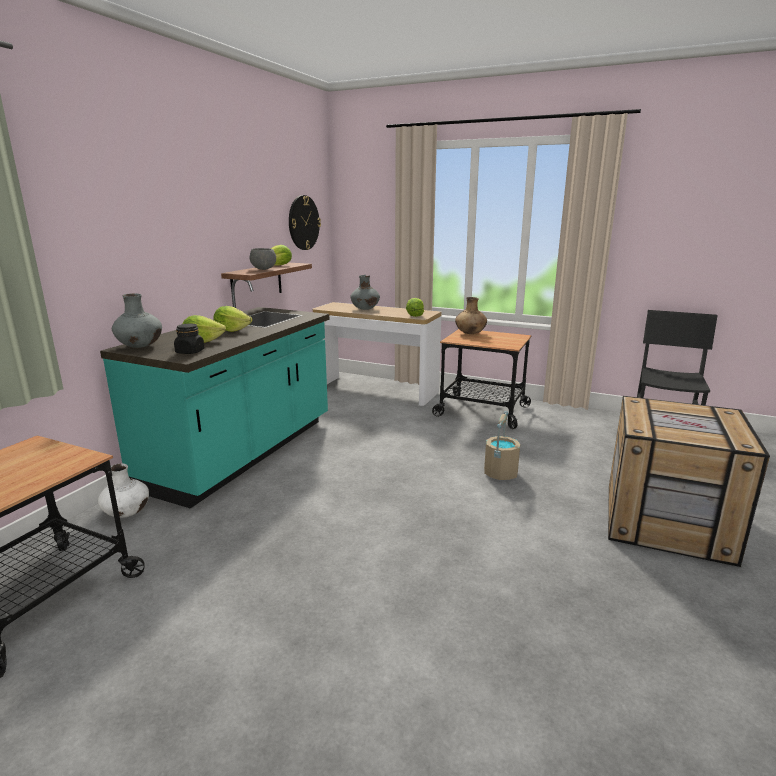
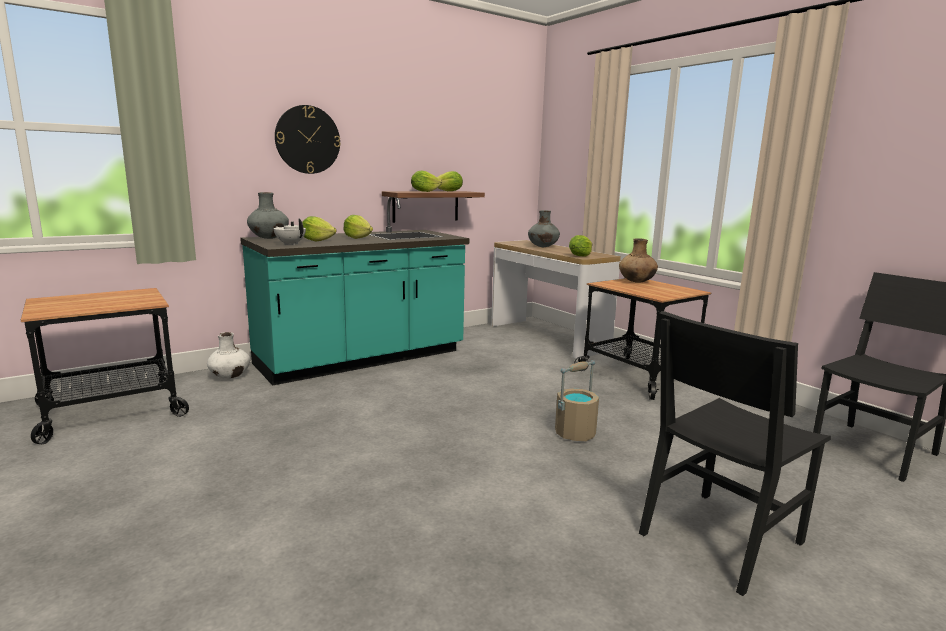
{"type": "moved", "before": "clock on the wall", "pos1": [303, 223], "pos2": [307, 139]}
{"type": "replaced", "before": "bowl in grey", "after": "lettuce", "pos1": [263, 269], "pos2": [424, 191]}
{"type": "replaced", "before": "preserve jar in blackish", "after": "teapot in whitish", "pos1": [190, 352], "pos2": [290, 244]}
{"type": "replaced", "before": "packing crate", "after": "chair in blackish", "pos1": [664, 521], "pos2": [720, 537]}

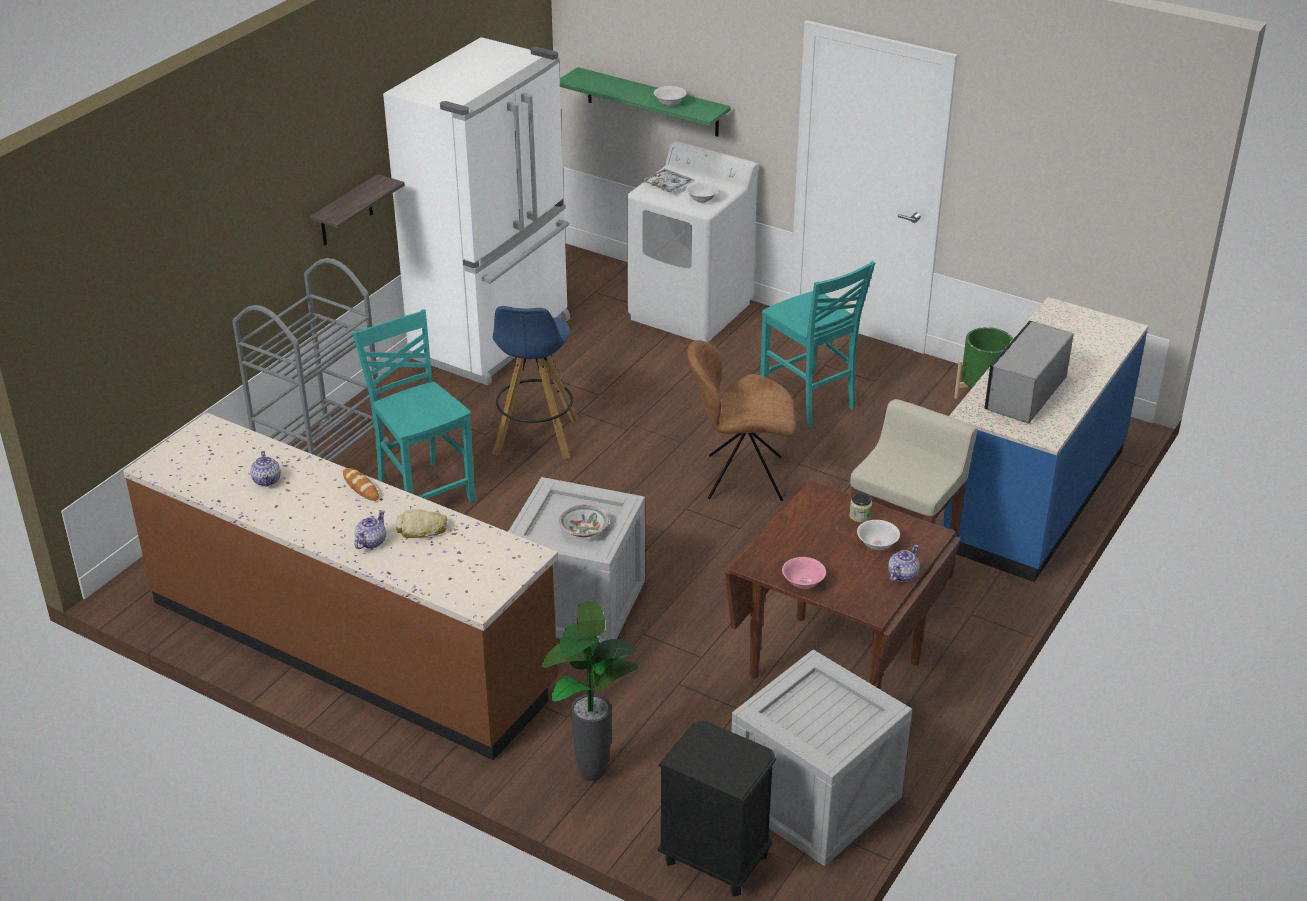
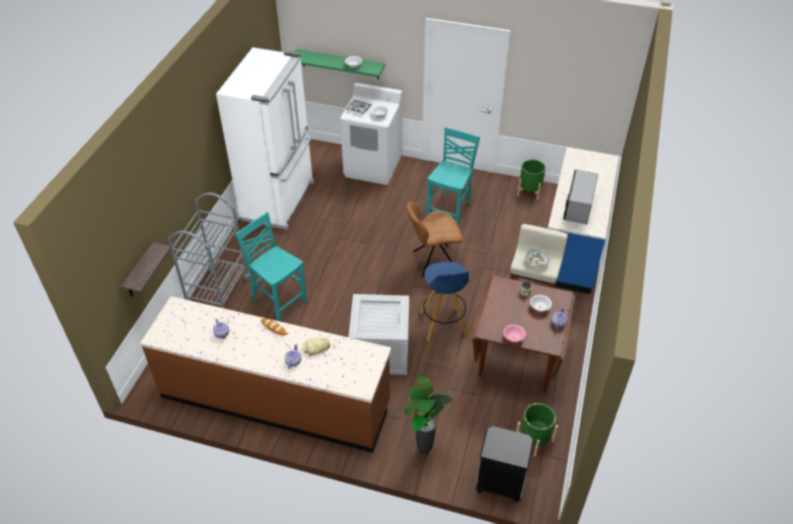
{"type": "moved", "before": "shelf", "pos1": [346, 212], "pos2": [139, 271]}
{"type": "turned", "before": "chair in turquoise-coloured", "pos1": [809, 401], "pos2": [450, 210], "turn": -105}
{"type": "moved", "before": "sitting stool in blue-coloured", "pos1": [535, 438], "pos2": [443, 324]}
{"type": "moved", "before": "bowl", "pos1": [584, 531], "pos2": [536, 262]}
{"type": "replaced", "before": "packing crate", "after": "planter in green-coloured", "pos1": [815, 801], "pos2": [534, 439]}

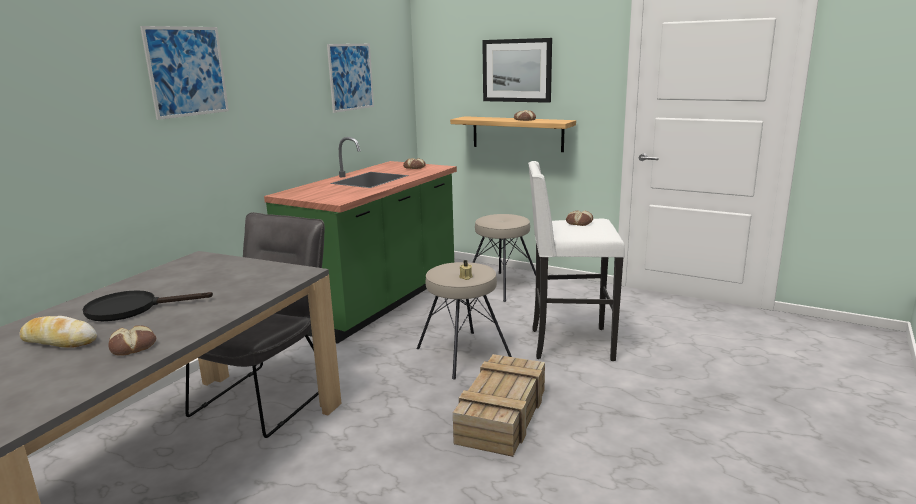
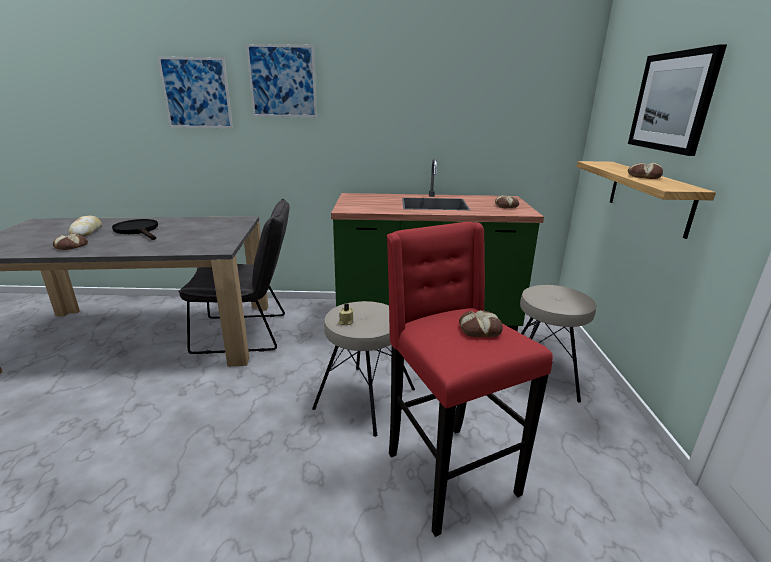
{"type": "moved", "before": "picture", "pos1": [351, 77], "pos2": [196, 93]}
{"type": "recoloured", "before": "sitting stool in whitish", "after": "sitting stool in red", "pos1": [569, 344], "pos2": [447, 473]}
{"type": "removed", "before": "packing crate", "pos1": [502, 416]}

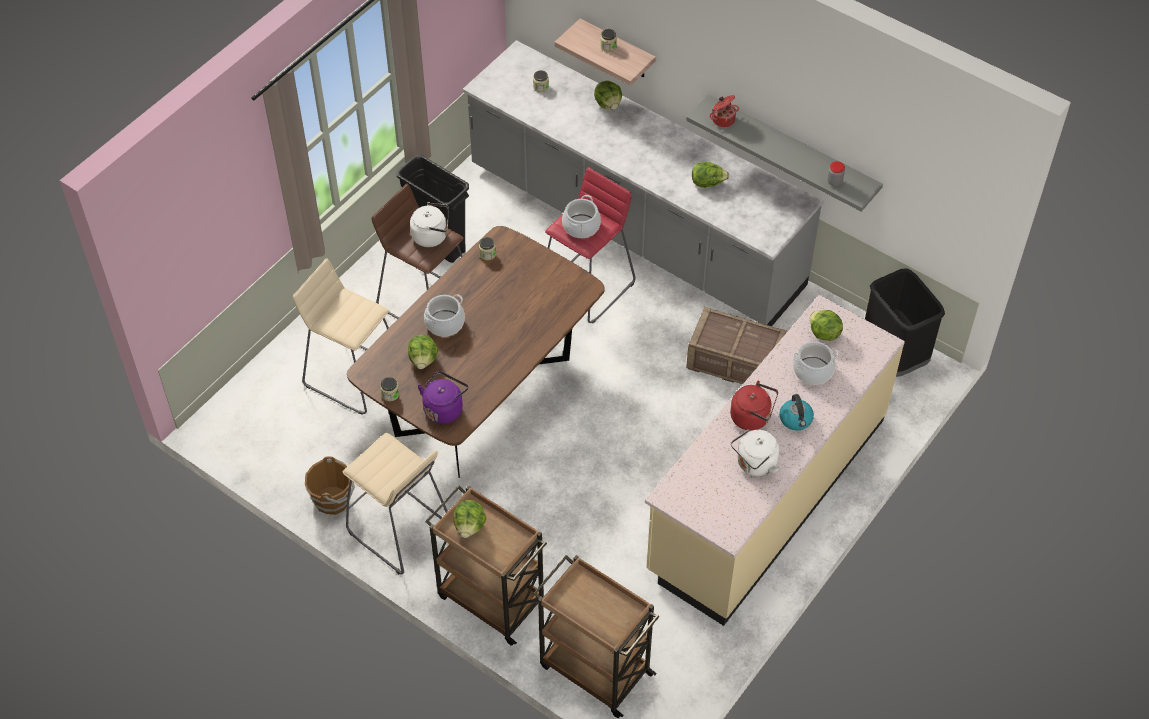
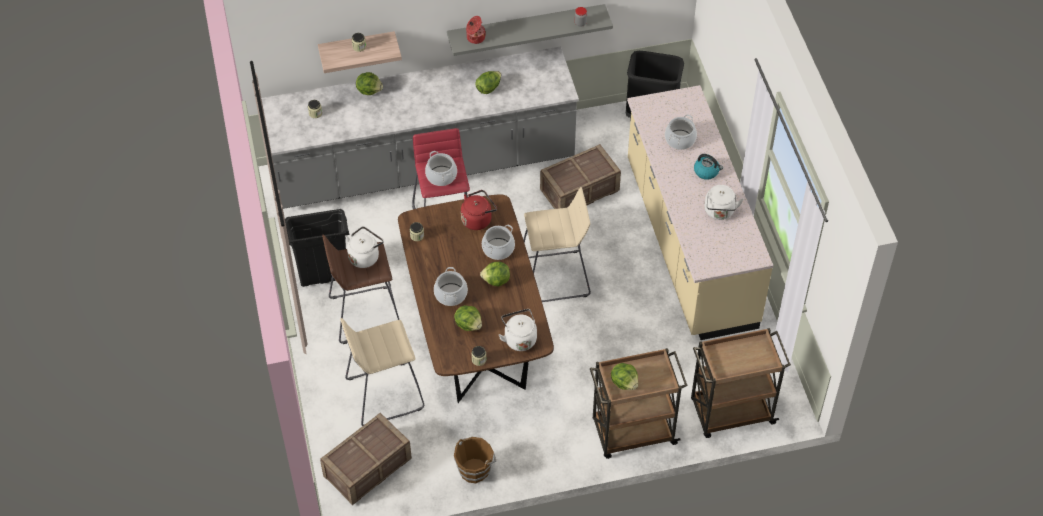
{"type": "moved", "before": "lettuce", "pos1": [823, 334], "pos2": [496, 281]}
{"type": "recoloured", "before": "tea kettle in purple", "after": "tea kettle in whitish", "pos1": [444, 408], "pos2": [519, 338]}
{"type": "moved", "before": "tea kettle in red", "pos1": [752, 417], "pos2": [478, 219]}
{"type": "moved", "before": "sitting stool in beige-coloured", "pos1": [400, 530], "pos2": [555, 277]}
{"type": "added", "after": "stockpot", "pos2": [498, 249]}
{"type": "added", "after": "packing crate", "pos2": [367, 469]}

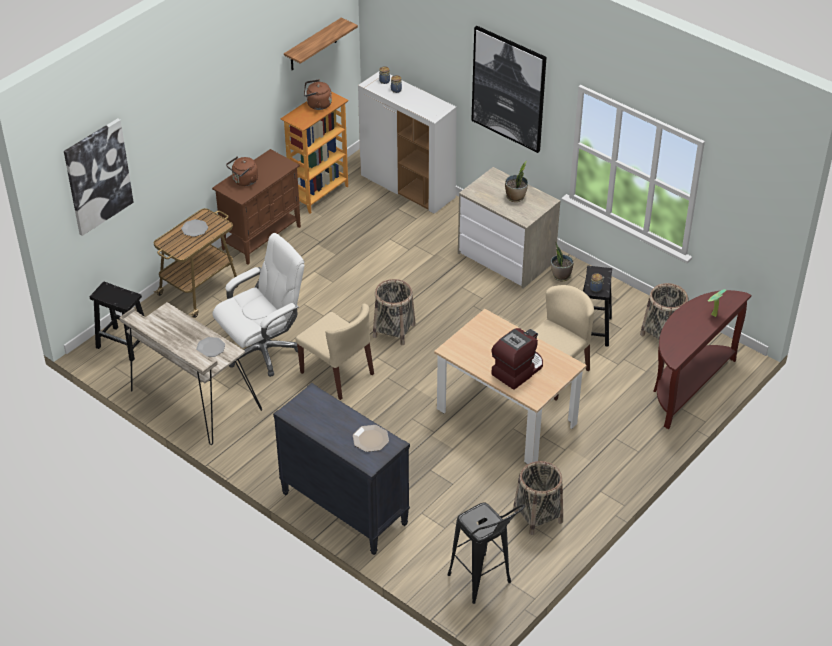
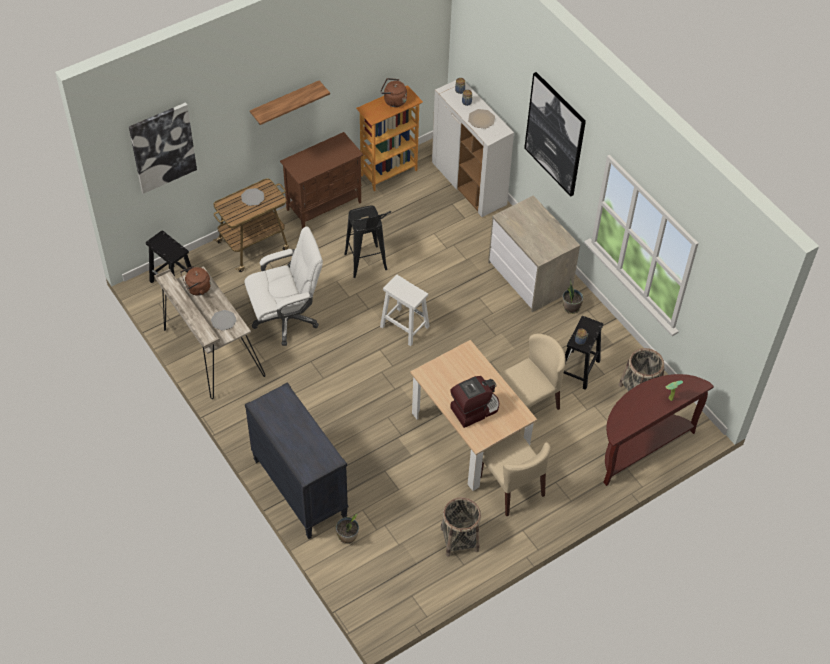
{"type": "moved", "before": "shelf", "pos1": [313, 45], "pos2": [285, 103]}
{"type": "moved", "before": "tea kettle in brown", "pos1": [244, 181], "pos2": [197, 288]}
{"type": "moved", "before": "houseplant", "pos1": [515, 197], "pos2": [347, 536]}
{"type": "replaced", "before": "household basket", "after": "sitting stool in whitish", "pos1": [394, 330], "pos2": [404, 326]}
{"type": "moved", "before": "chair in beige-coloured", "pos1": [337, 373], "pos2": [511, 486]}
{"type": "moved", "before": "plate", "pos1": [370, 439], "pos2": [481, 119]}
{"type": "moved", "before": "sitting stool in blackish", "pos1": [485, 585], "pos2": [367, 267]}

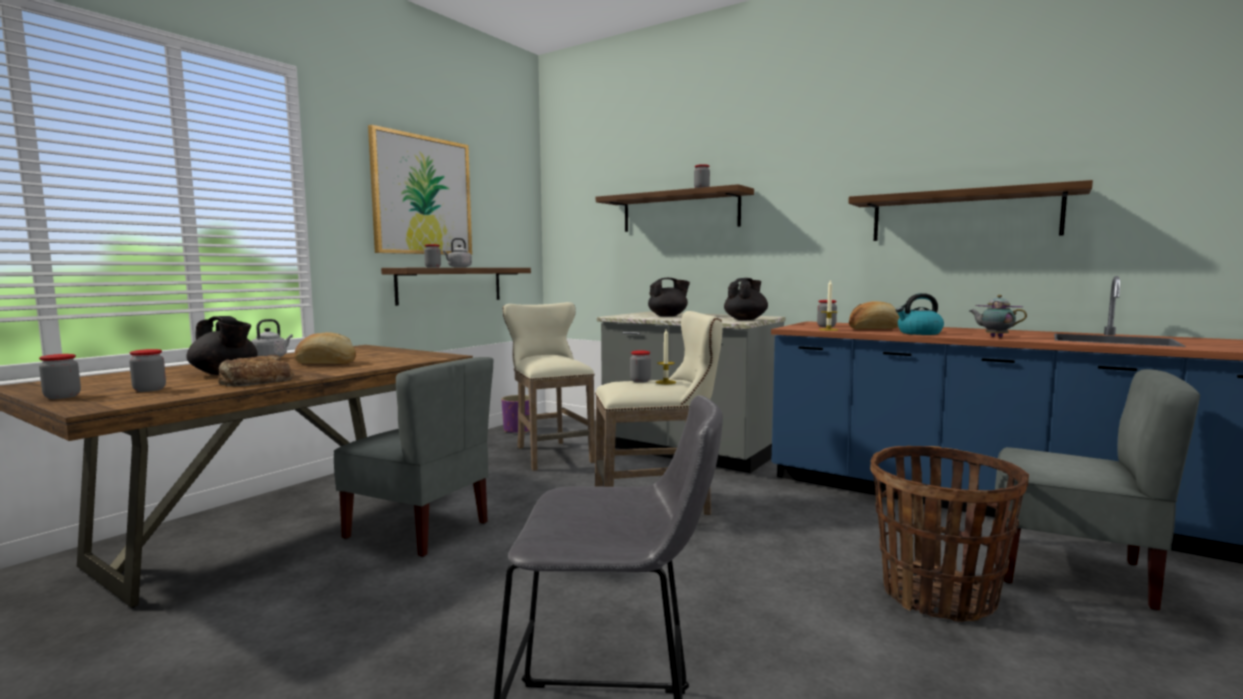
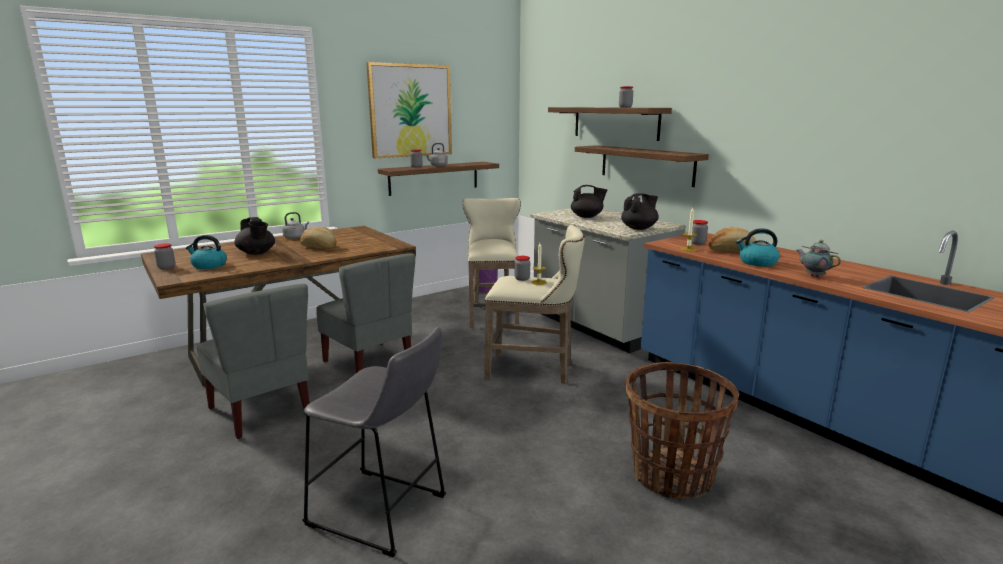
{"type": "moved", "before": "shelf", "pos1": [963, 216], "pos2": [646, 165]}
{"type": "replaced", "before": "preserve jar", "after": "tea kettle", "pos1": [149, 390], "pos2": [208, 265]}
{"type": "removed", "before": "baked bread", "pos1": [254, 381]}
{"type": "moved", "before": "chair in grey", "pos1": [1072, 572], "pos2": [262, 411]}

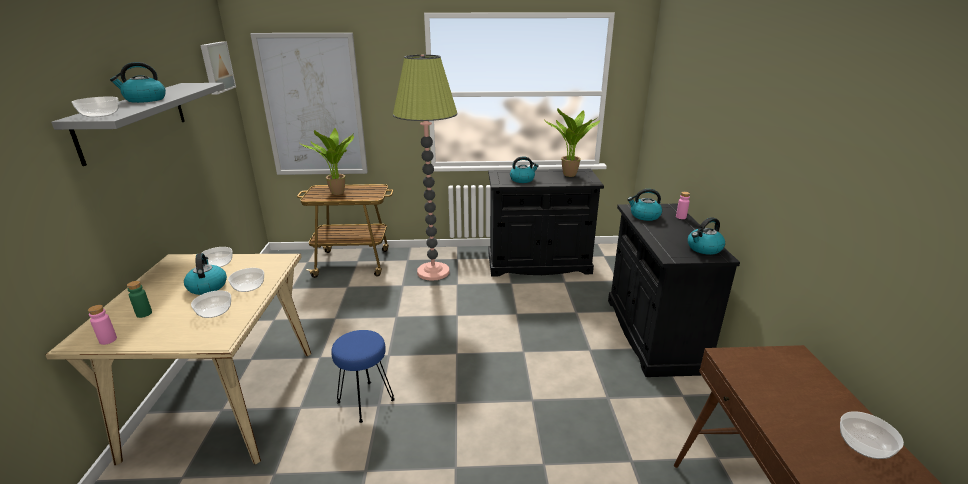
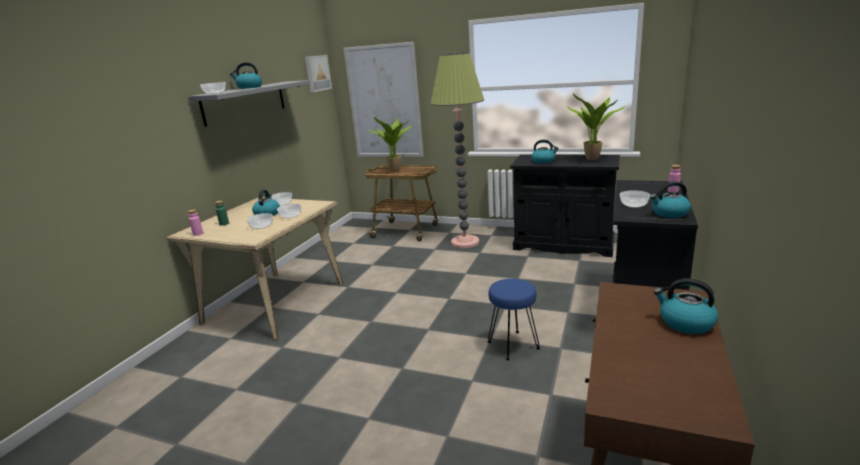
{"type": "moved", "before": "tea kettle", "pos1": [644, 216], "pos2": [685, 323]}
{"type": "moved", "before": "sitting stool in blue-coloured", "pos1": [366, 401], "pos2": [513, 346]}
{"type": "moved", "before": "bowl", "pos1": [864, 444], "pos2": [634, 205]}

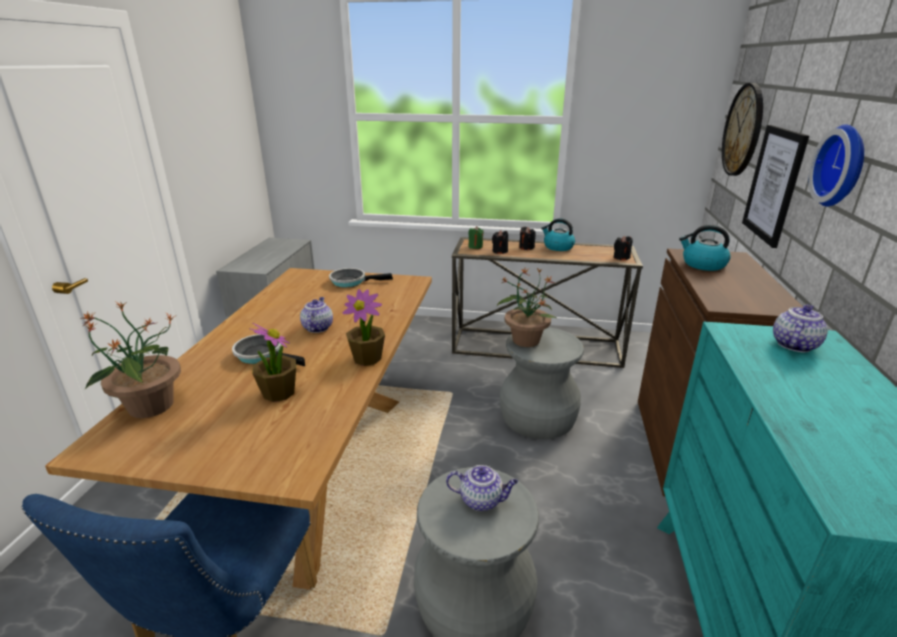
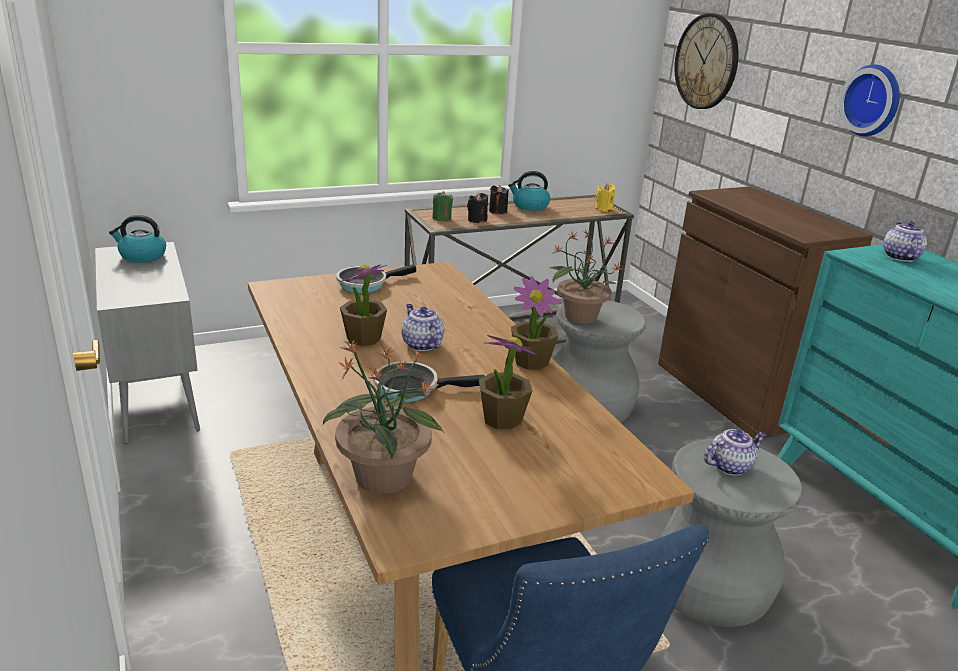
{"type": "removed", "before": "picture", "pos1": [774, 184]}
{"type": "moved", "before": "tea kettle", "pos1": [702, 264], "pos2": [142, 256]}
{"type": "recoloured", "before": "wax candle in blackish", "after": "wax candle in yellow-coloured", "pos1": [621, 257], "pos2": [604, 209]}
{"type": "added", "after": "houseplant", "pos2": [363, 338]}

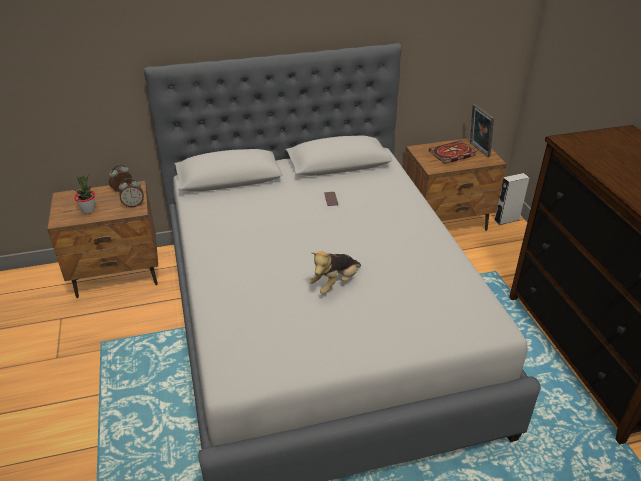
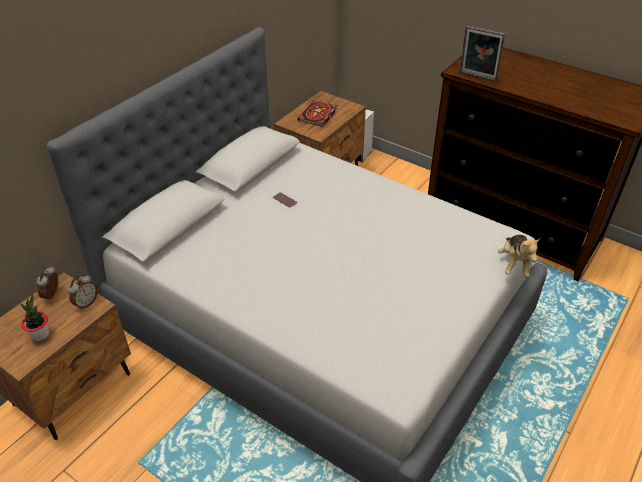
{"type": "moved", "before": "photo frame", "pos1": [478, 150], "pos2": [477, 77]}
{"type": "moved", "before": "soft toy", "pos1": [335, 283], "pos2": [514, 264]}

